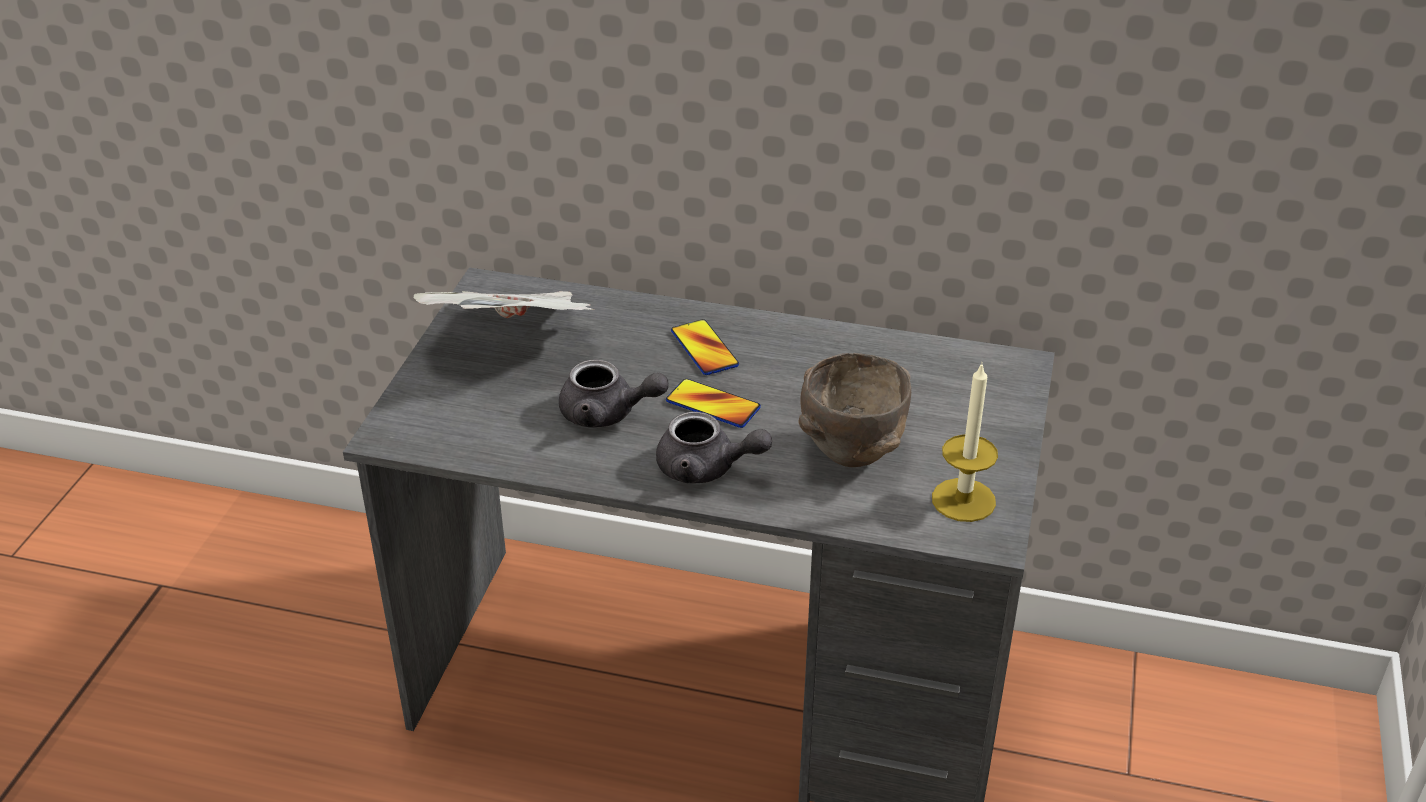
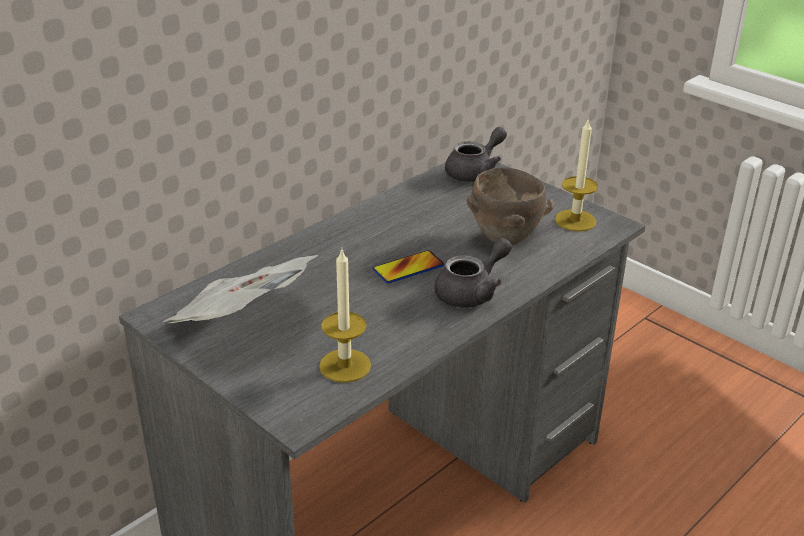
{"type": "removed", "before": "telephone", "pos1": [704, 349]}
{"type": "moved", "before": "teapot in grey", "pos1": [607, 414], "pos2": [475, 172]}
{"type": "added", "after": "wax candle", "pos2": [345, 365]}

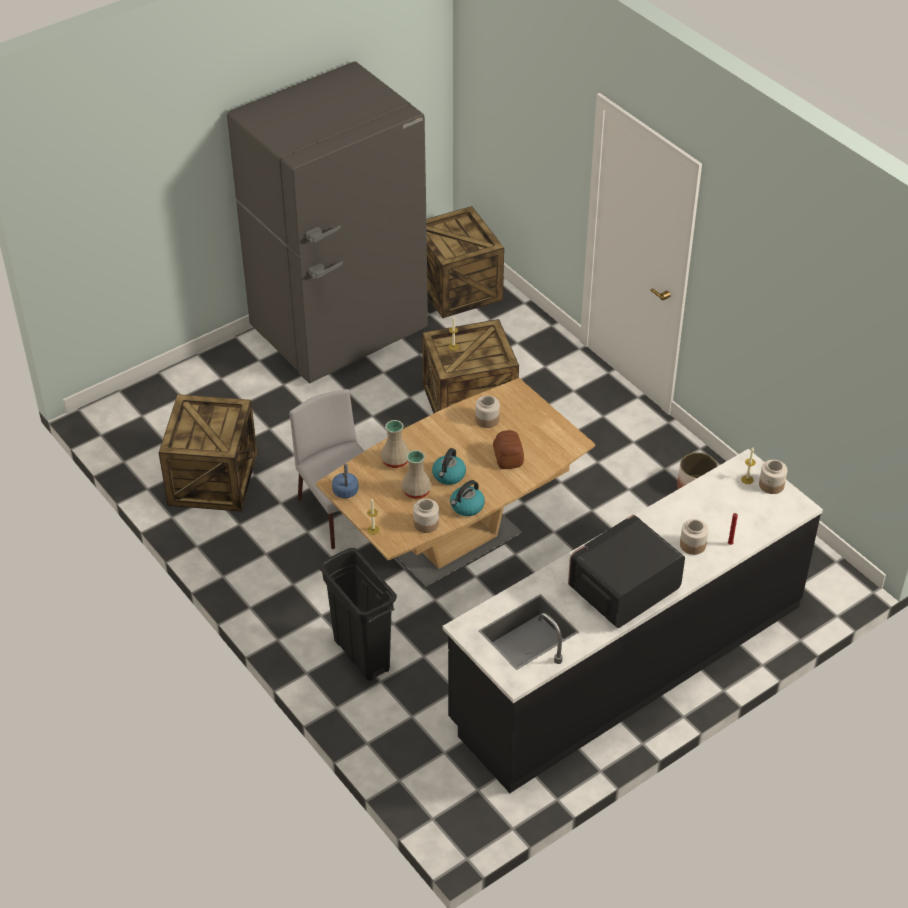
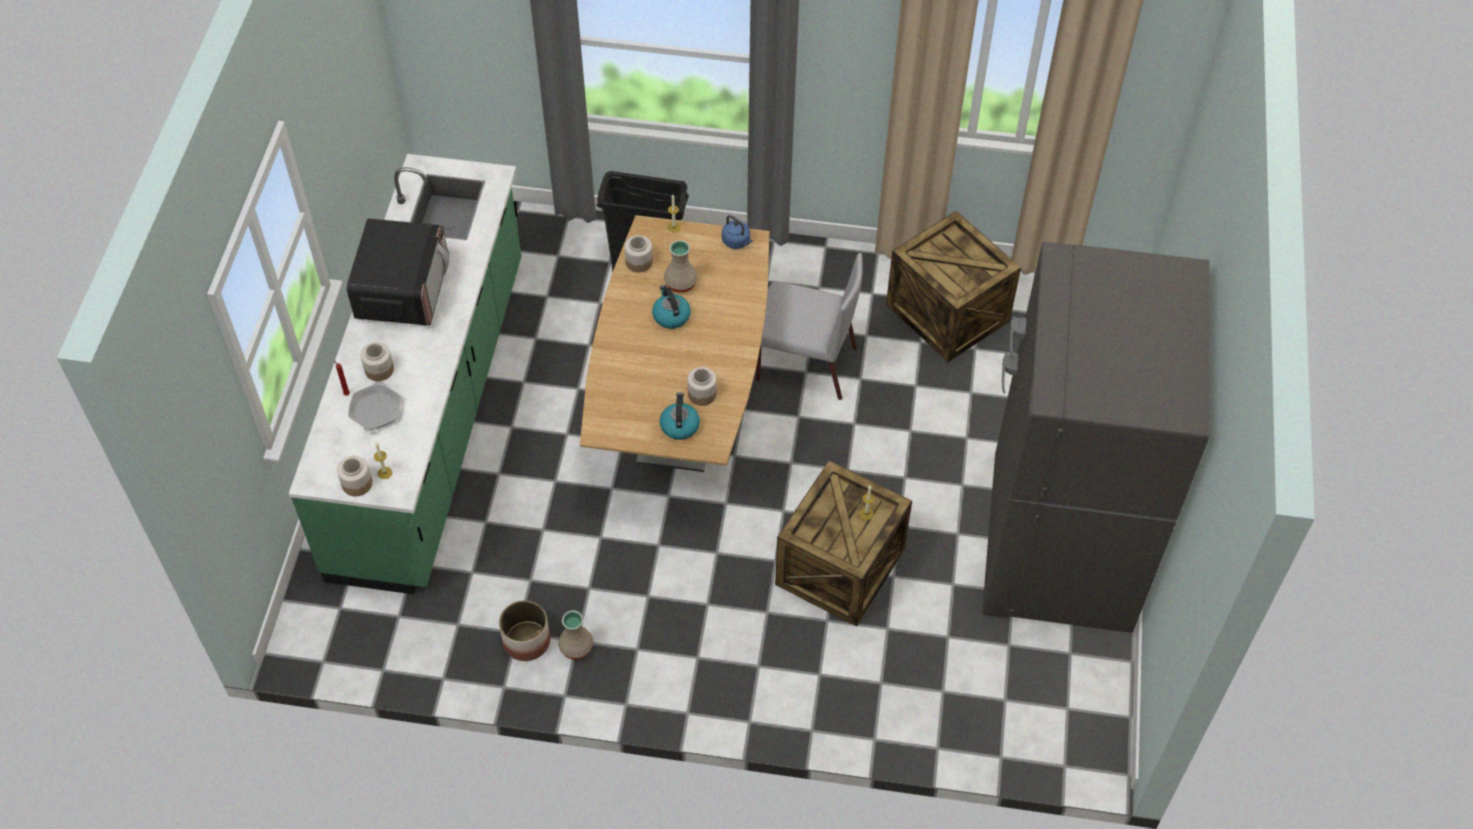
{"type": "removed", "before": "packing crate", "pos1": [455, 287]}
{"type": "moved", "before": "flower vase in beige-coloured", "pos1": [396, 461], "pos2": [575, 647]}
{"type": "removed", "before": "baked bread", "pos1": [507, 458]}
{"type": "recoloured", "before": "kitchen base unit in blackish", "after": "kitchen base unit in green-coloured", "pos1": [627, 663], "pos2": [432, 416]}
{"type": "moved", "before": "tea kettle", "pos1": [466, 507], "pos2": [679, 425]}
{"type": "added", "after": "skillet", "pos2": [376, 411]}

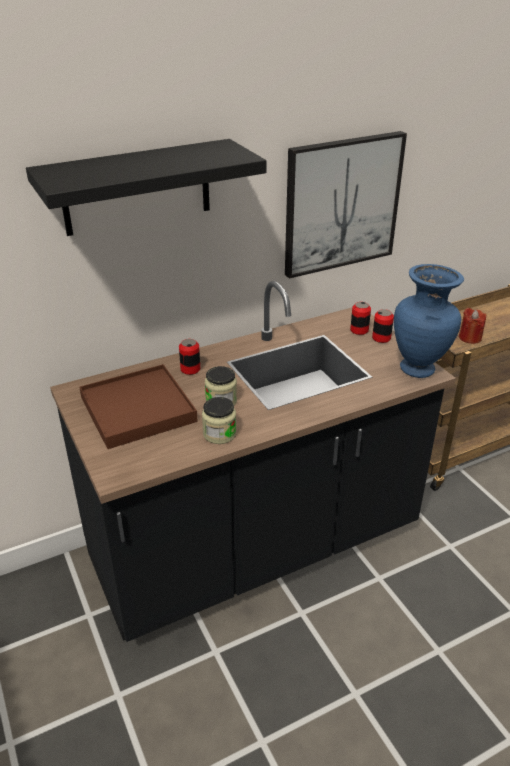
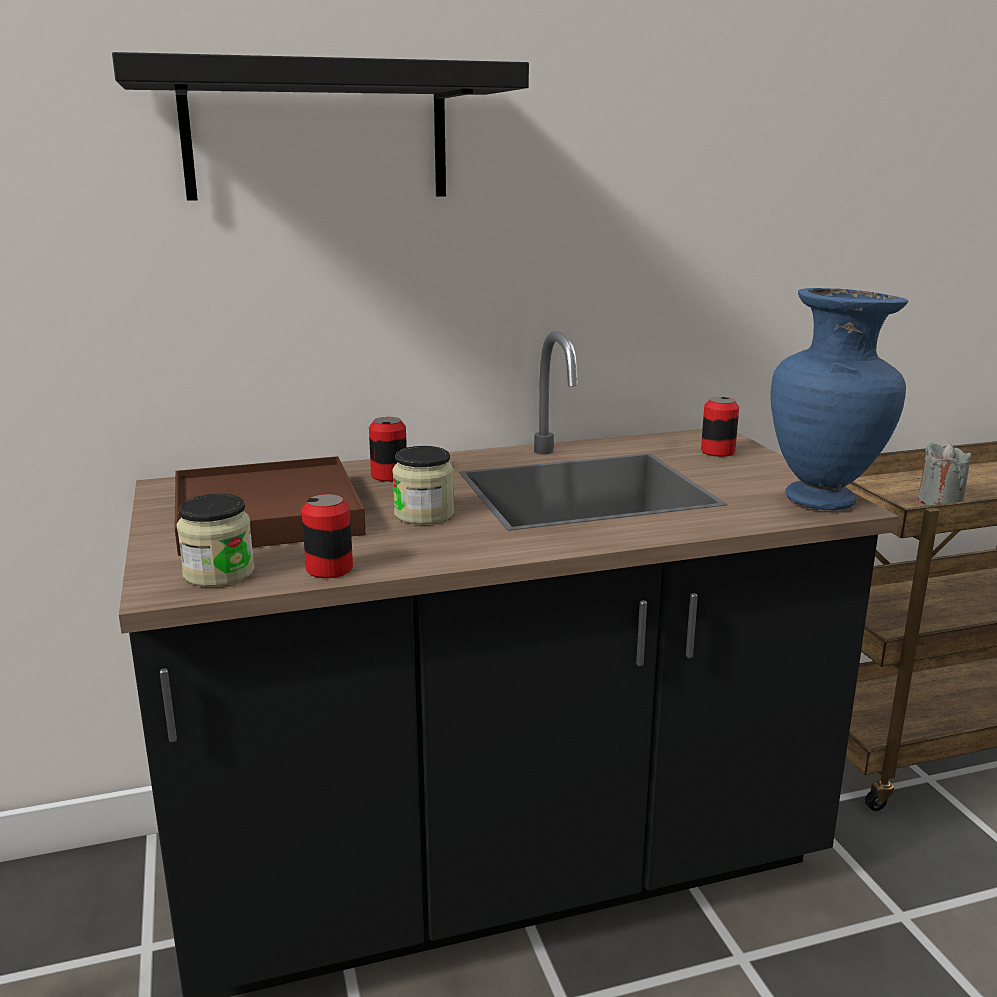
{"type": "removed", "before": "picture", "pos1": [341, 204]}
{"type": "recoloured", "before": "wax candle in red", "after": "wax candle in grey", "pos1": [470, 338], "pos2": [940, 502]}
{"type": "moved", "before": "sealed can", "pos1": [381, 338], "pos2": [329, 569]}
{"type": "moved", "before": "preserve jar", "pos1": [219, 434], "pos2": [219, 573]}

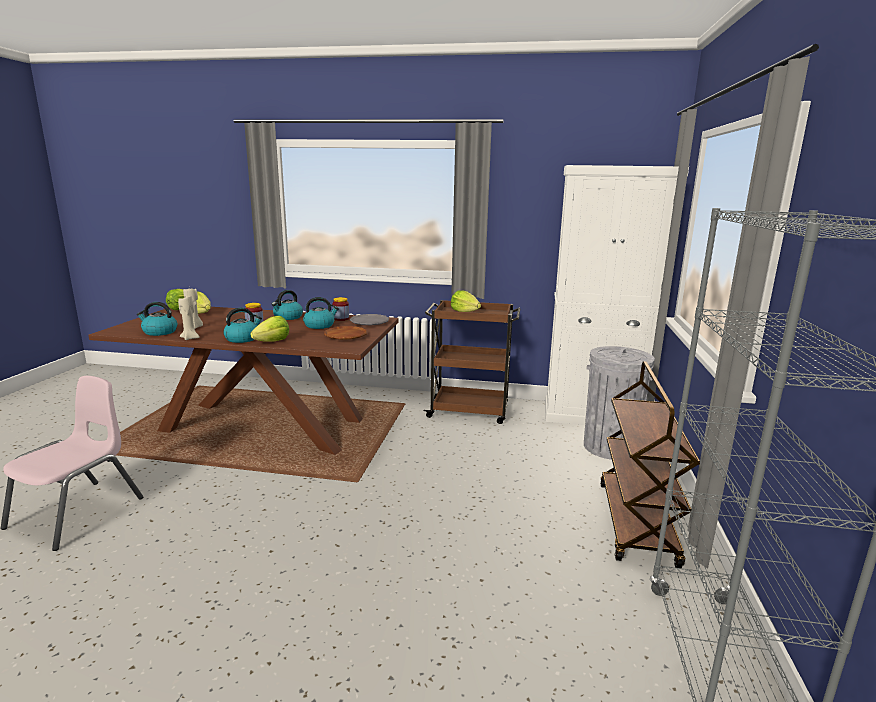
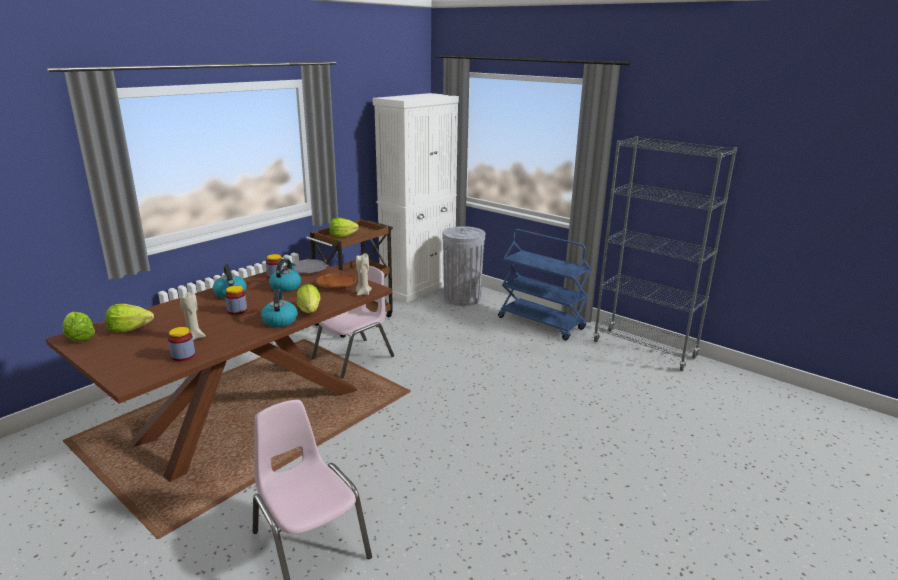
{"type": "moved", "before": "wax candle in beige-coloured", "pos1": [190, 338], "pos2": [363, 293]}
{"type": "replaced", "before": "tea kettle", "after": "preserve jar", "pos1": [159, 332], "pos2": [183, 356]}
{"type": "recoloured", "before": "trolley in brown", "after": "trolley in blue-coloured", "pos1": [637, 523], "pos2": [541, 323]}
{"type": "added", "after": "chair in pinkish", "pos2": [354, 357]}

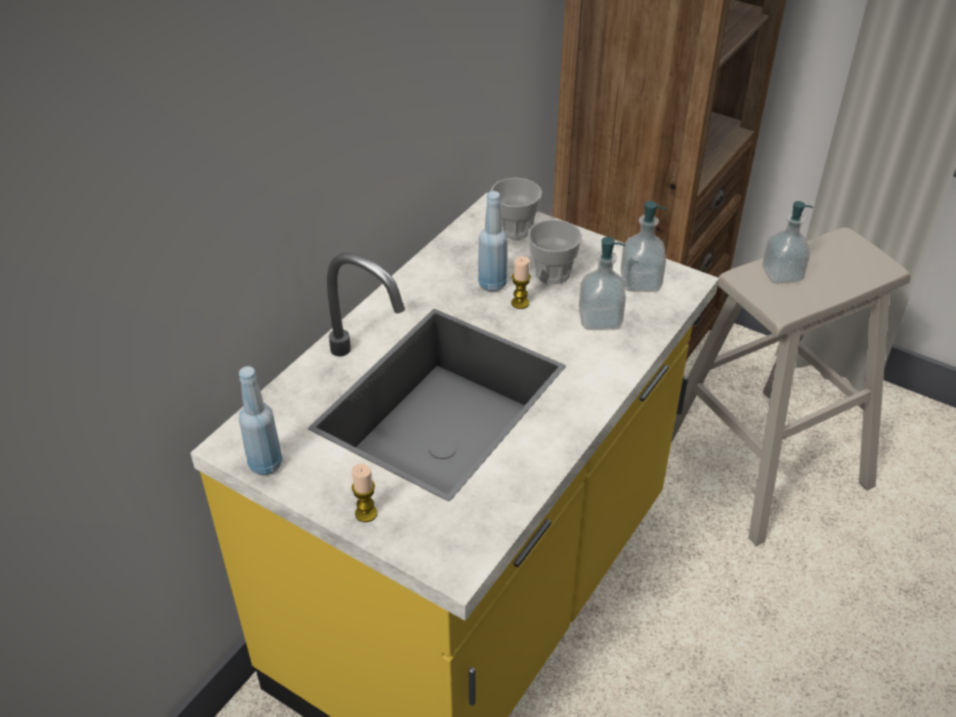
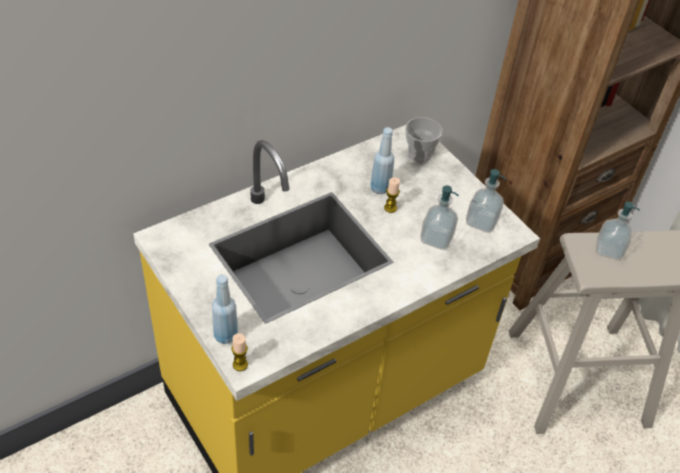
{"type": "removed", "before": "drinking cup", "pos1": [552, 273]}
{"type": "moved", "before": "beverage bottle in blue-coloured", "pos1": [266, 464], "pos2": [226, 335]}
{"type": "moved", "before": "wax candle", "pos1": [366, 513], "pos2": [240, 364]}

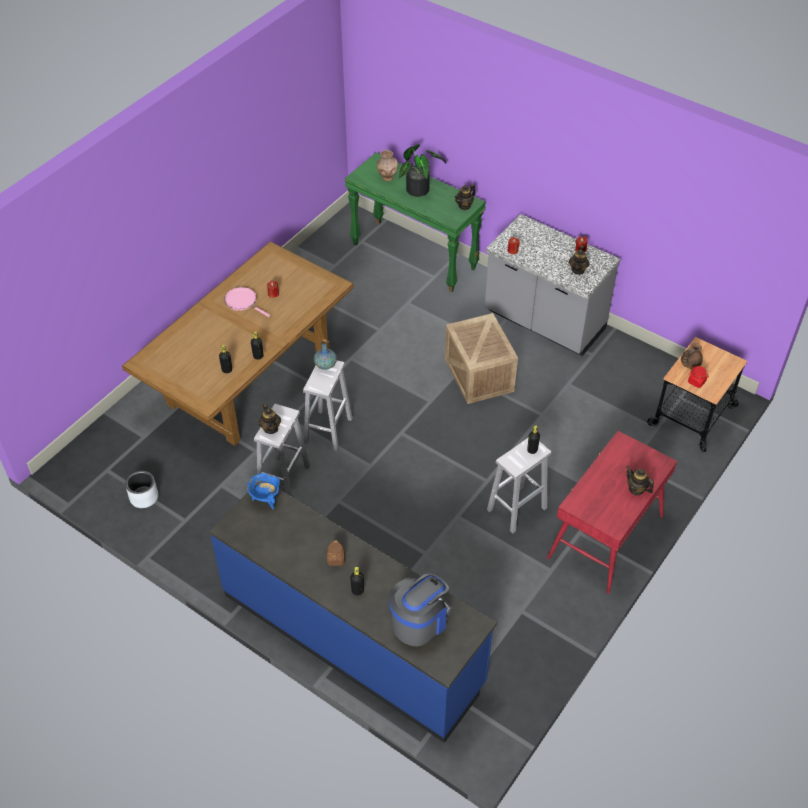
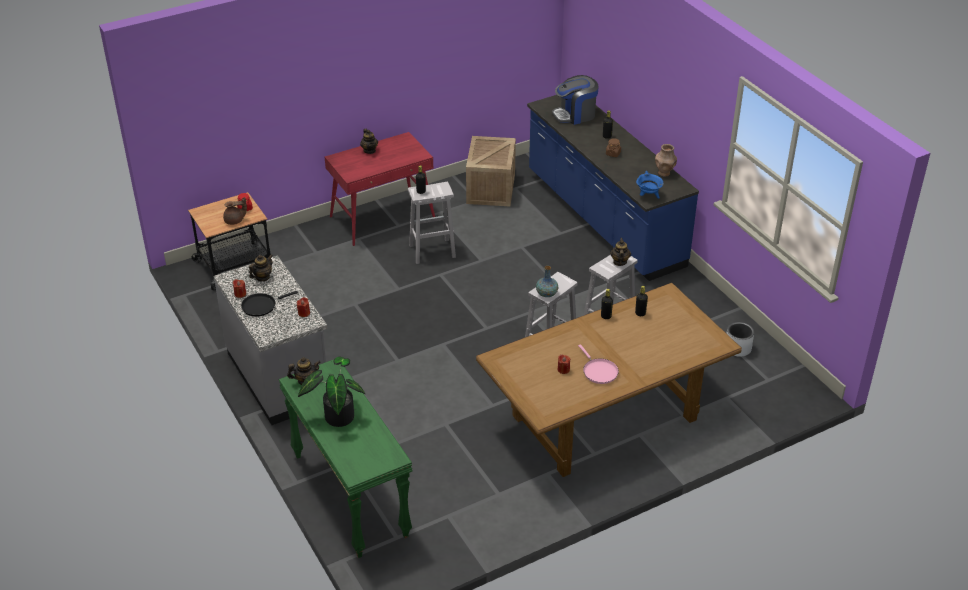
{"type": "moved", "before": "flower vase in brown", "pos1": [387, 178], "pos2": [664, 173]}
{"type": "moved", "before": "packing crate", "pos1": [480, 375], "pos2": [490, 188]}
{"type": "added", "after": "skillet in blackish", "pos2": [261, 306]}

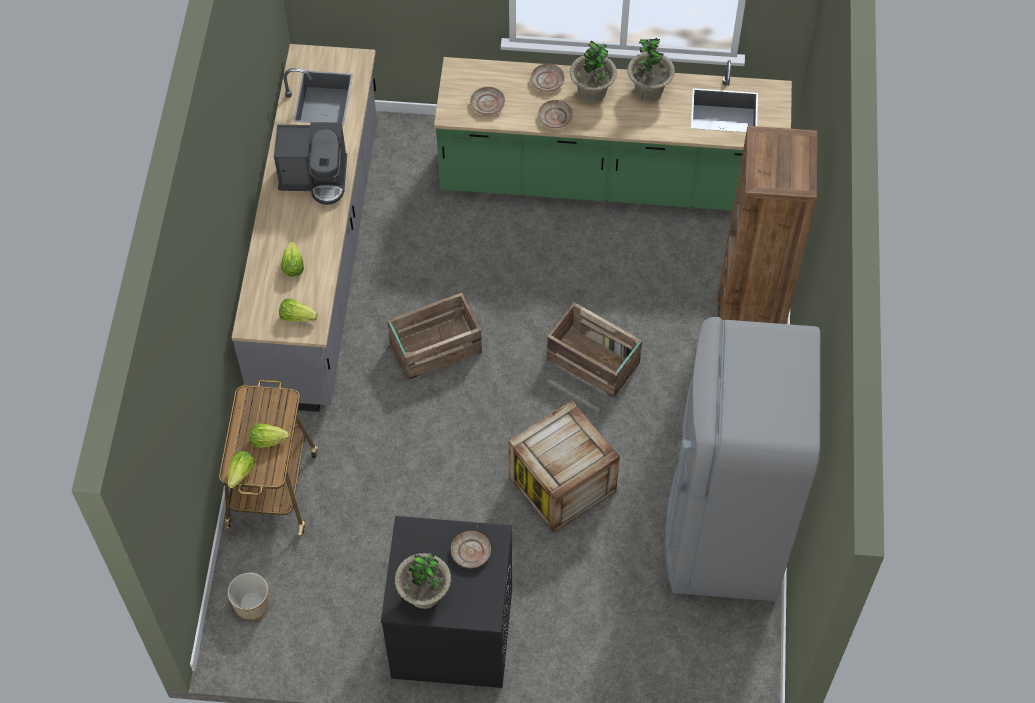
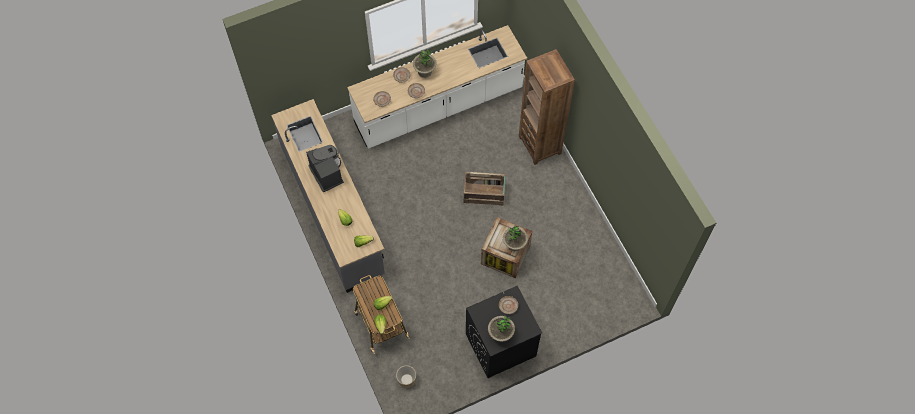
{"type": "moved", "before": "houseplant", "pos1": [649, 90], "pos2": [514, 244]}
{"type": "recoloured", "before": "kitchen base unit in green-coloured", "after": "kitchen base unit in whitish", "pos1": [608, 181], "pos2": [438, 107]}
{"type": "turned", "before": "coffee machine", "pos1": [315, 177], "pos2": [327, 173], "turn": -90}
{"type": "removed", "before": "packing crate", "pos1": [434, 348]}
{"type": "removed", "before": "refrigerator in grey", "pos1": [722, 534]}

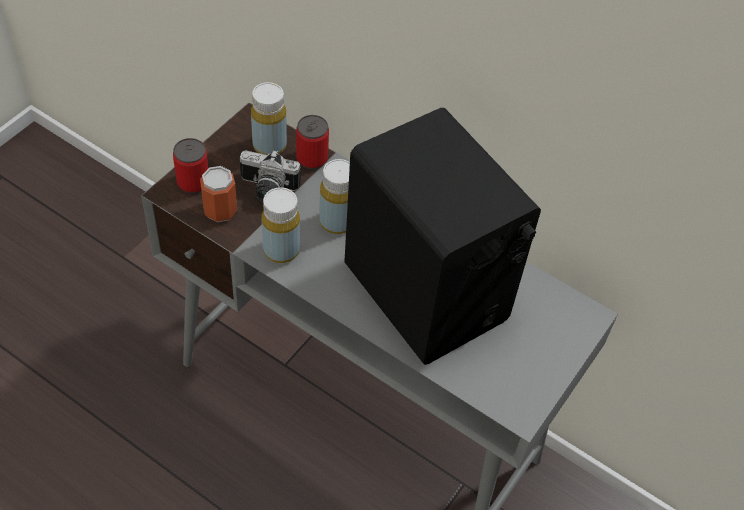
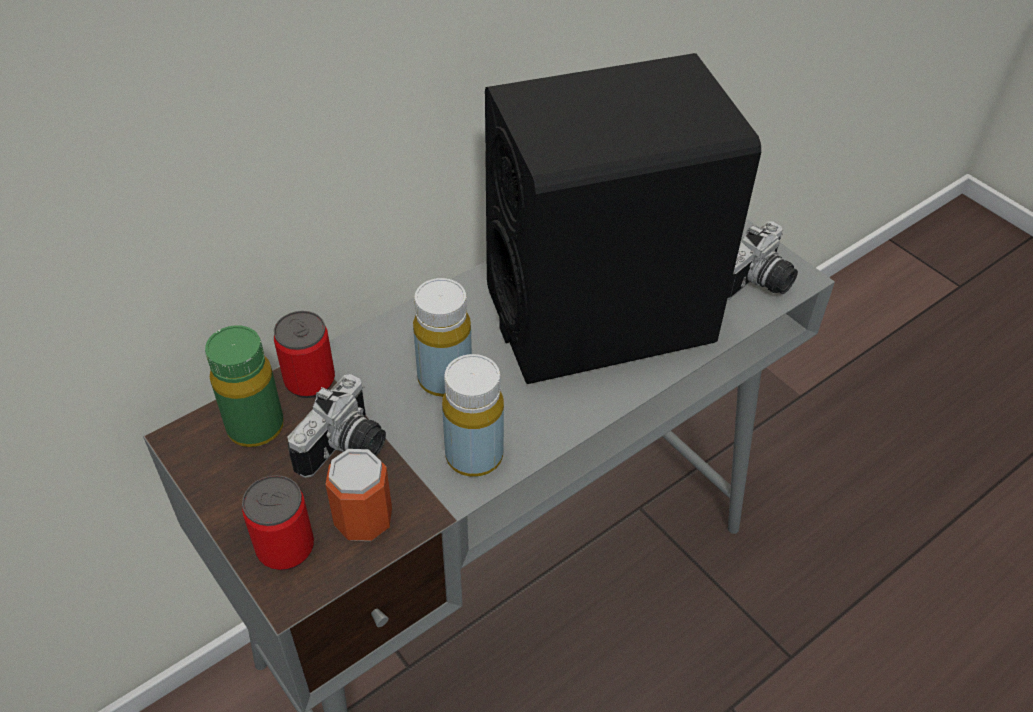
{"type": "recoloured", "before": "beverage bottle in yellow-coloured", "after": "beverage bottle in green-coloured", "pos1": [269, 145], "pos2": [255, 427]}
{"type": "added", "after": "photo camera", "pos2": [758, 285]}

